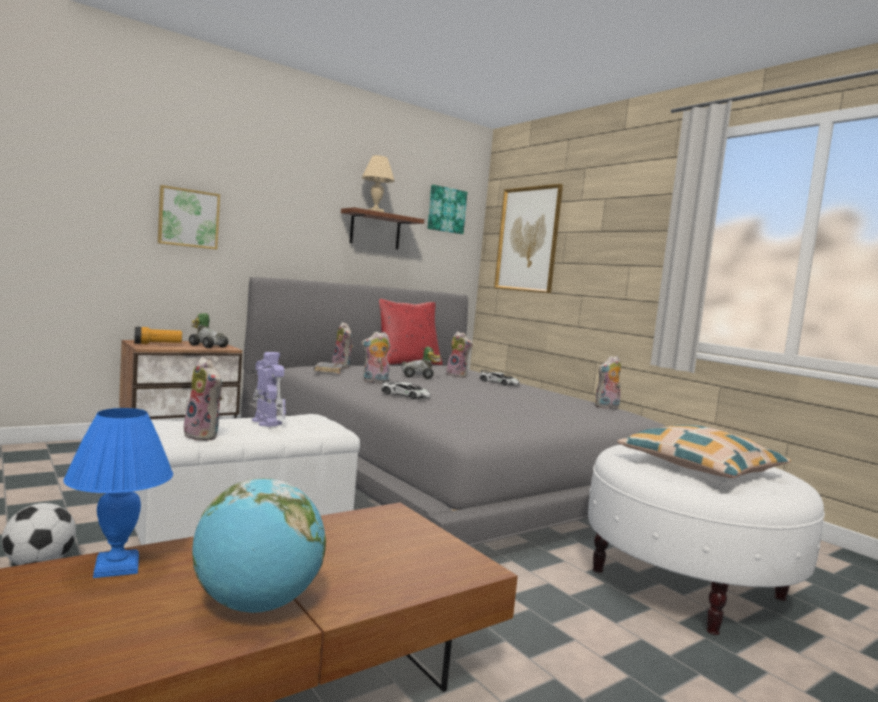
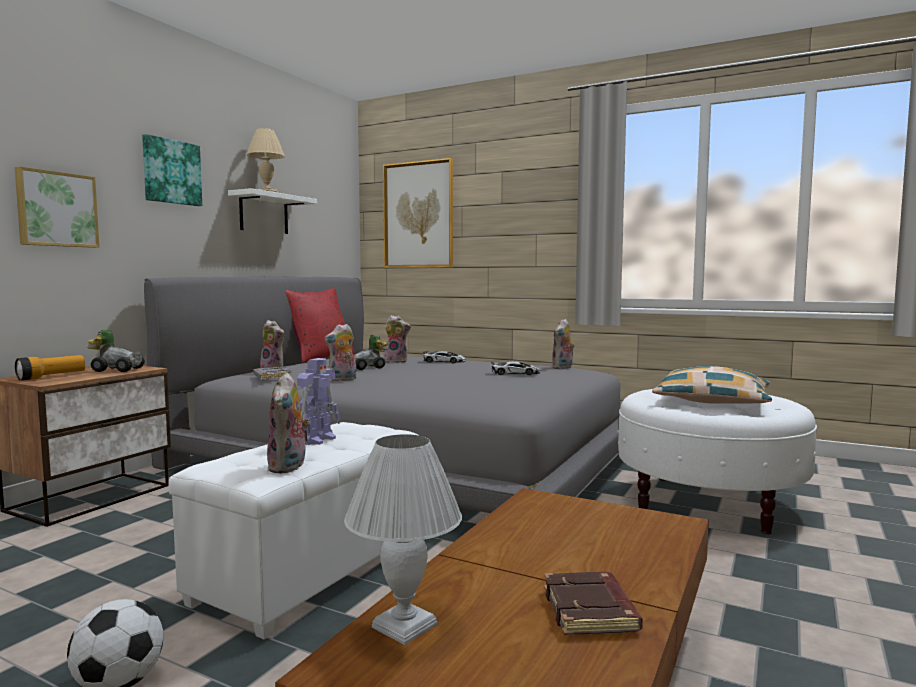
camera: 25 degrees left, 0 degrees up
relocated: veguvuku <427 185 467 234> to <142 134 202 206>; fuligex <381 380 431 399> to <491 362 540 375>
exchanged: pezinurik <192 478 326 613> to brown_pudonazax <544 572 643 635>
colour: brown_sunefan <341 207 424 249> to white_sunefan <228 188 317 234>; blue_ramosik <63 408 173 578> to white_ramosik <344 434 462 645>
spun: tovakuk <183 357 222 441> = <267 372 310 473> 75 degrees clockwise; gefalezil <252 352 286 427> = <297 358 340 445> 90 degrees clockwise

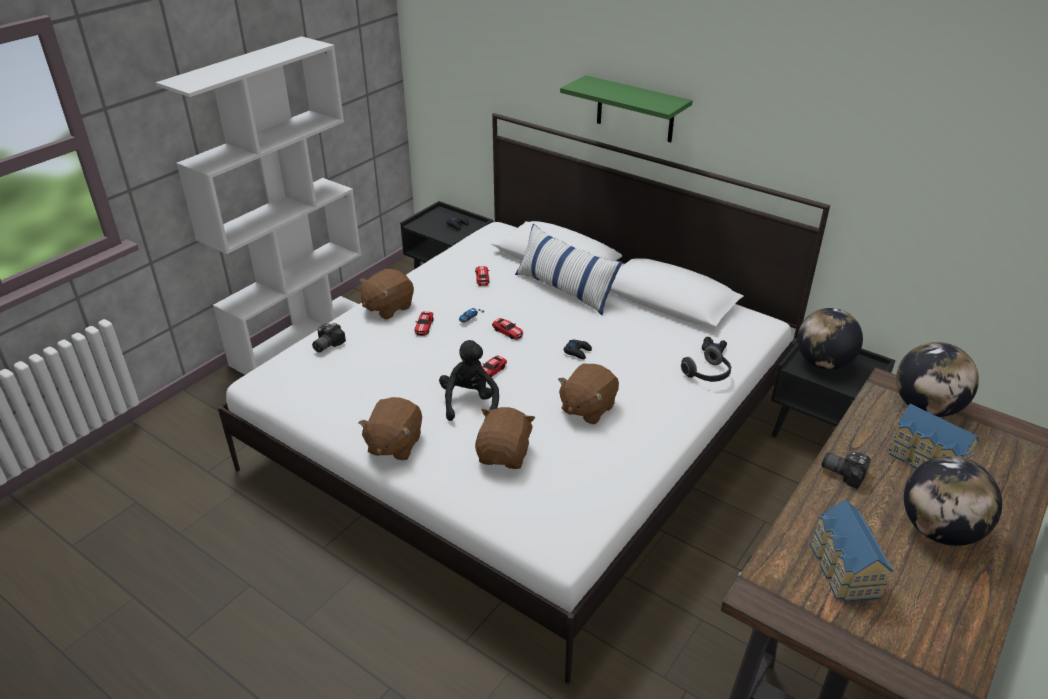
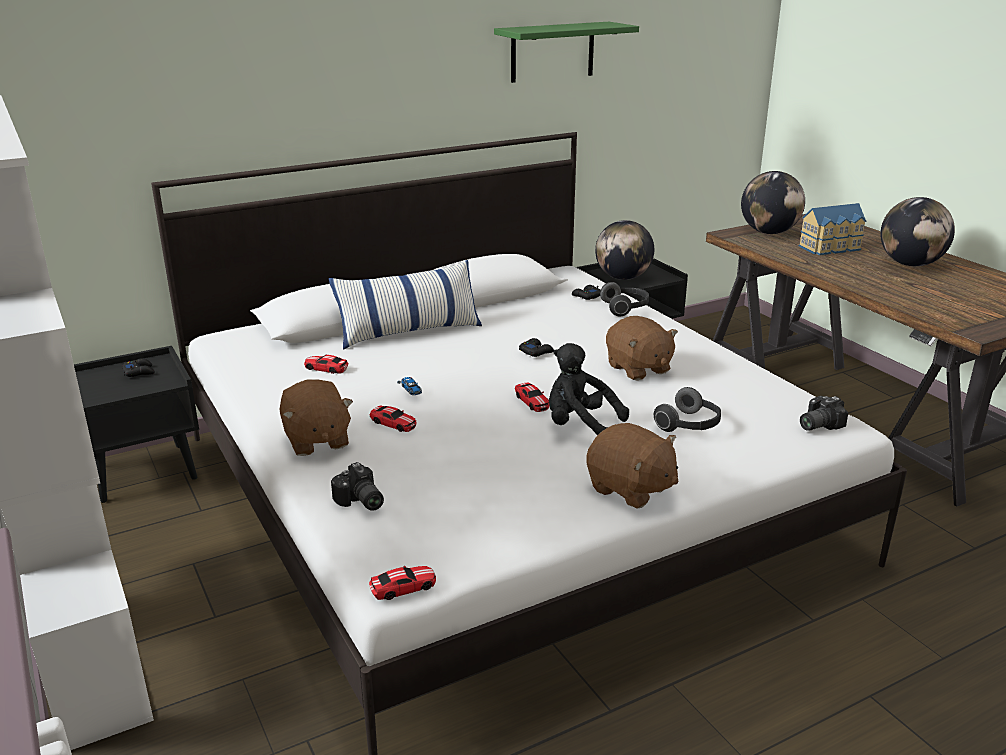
camera: 65 degrees left, 10 degrees down
missing: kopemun <810 499 893 602>
relocated: fuligex <492 318 523 340> to <369 566 436 600>; green_sunefan <560 75 693 143> to <494 22 639 83>; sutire <821 452 871 489> to <800 396 848 431>
exchanged: brown_tovakuk <475 407 535 469> to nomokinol <654 387 721 432>

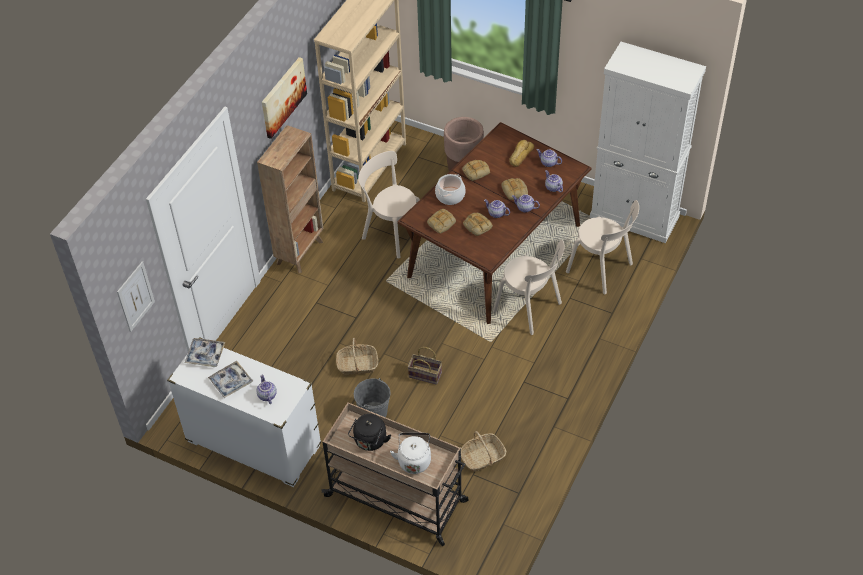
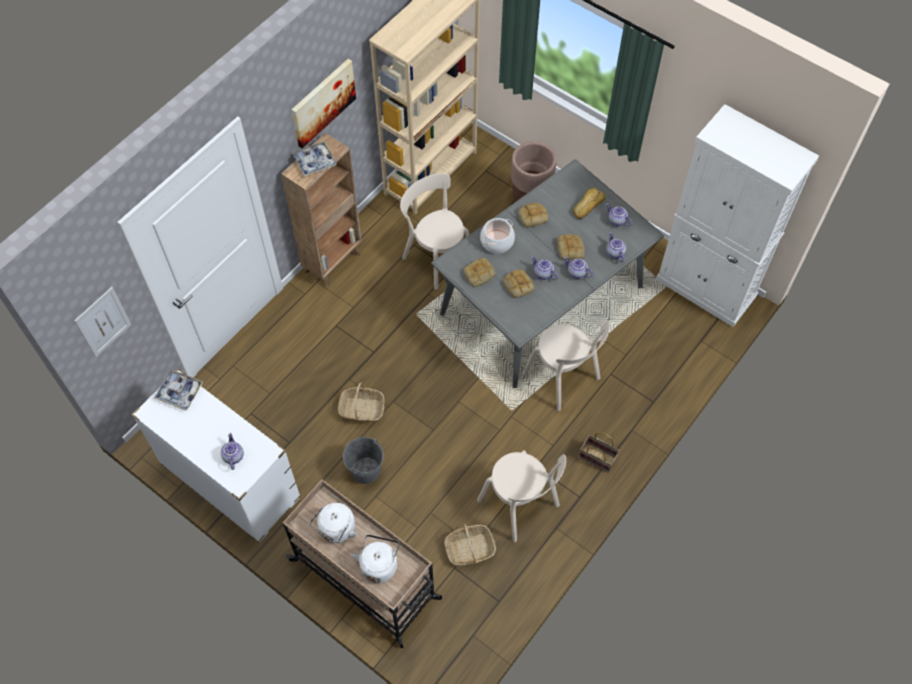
camera: 10 degrees right, 10 degrees up
relocated: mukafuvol <208 361 253 398> to <293 141 337 177>; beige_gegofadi <566 200 639 294> to <477 450 566 542>; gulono <407 347 442 385> to <579 432 620 473>
colour: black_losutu <348 414 391 451> to white_losutu <309 503 358 543>; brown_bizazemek <397 122 591 324> to grey_bizazemek <431 159 664 388>

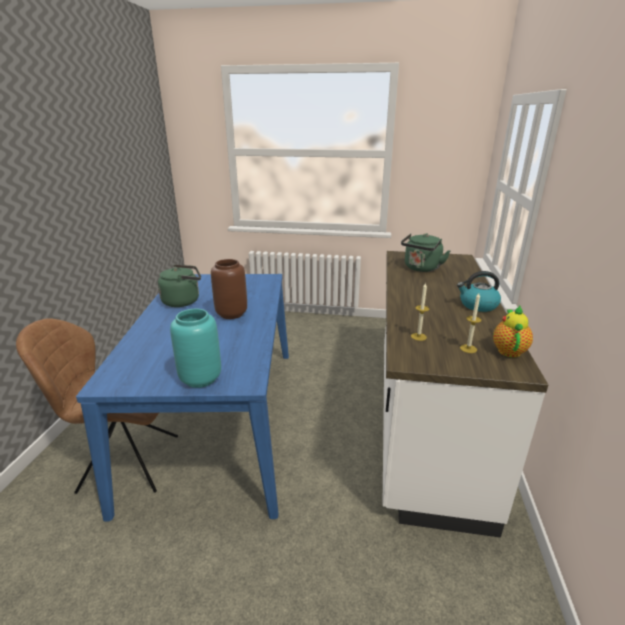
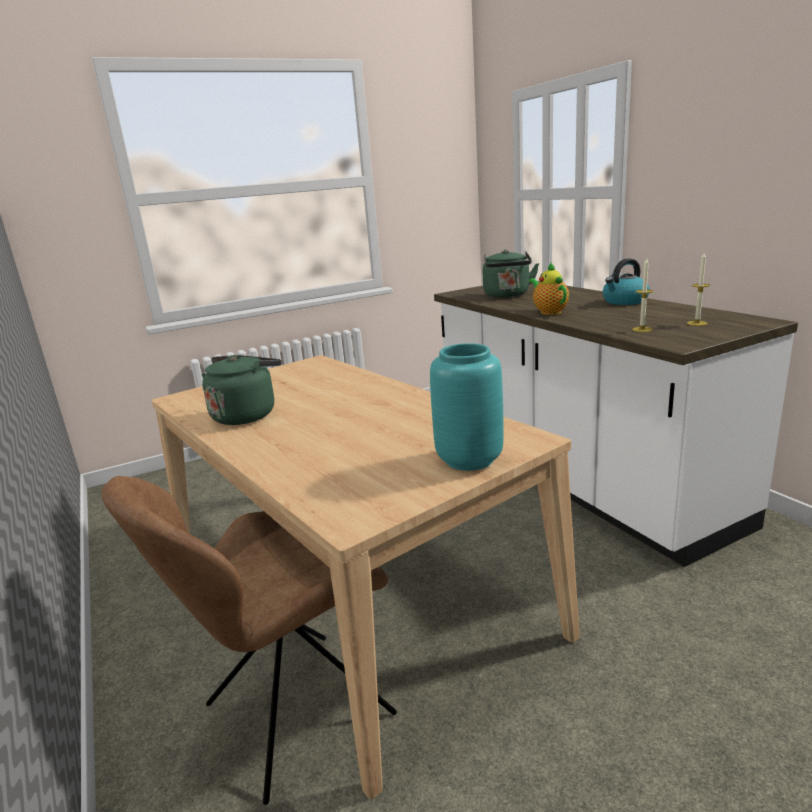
camera: 35 degrees left, 5 degrees down
missing: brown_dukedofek <211 259 247 319>
relocated: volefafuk <493 306 533 358> to <529 262 569 315>
colour: blue_bizazemek <76 274 289 521> to beige_bizazemek <151 355 580 799>

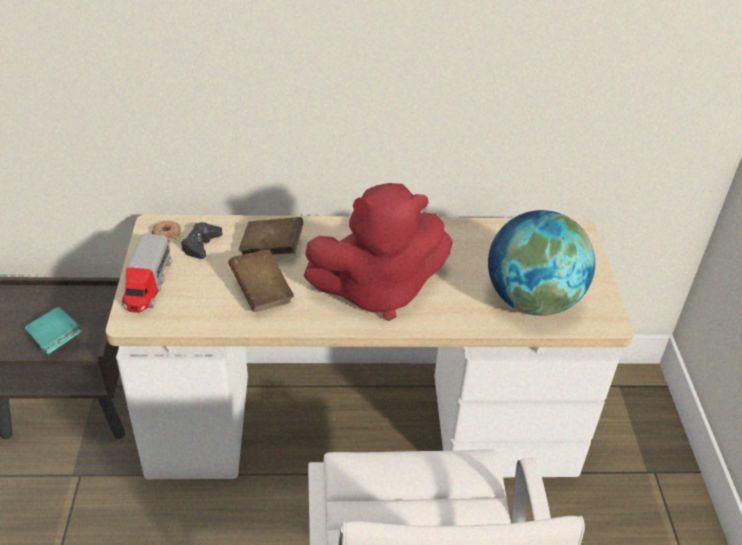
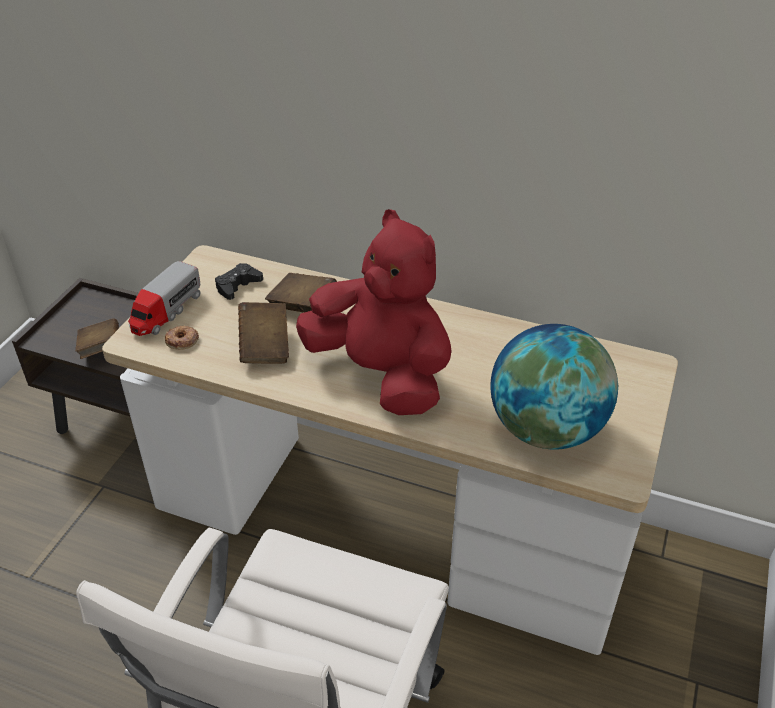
camera: 25 degrees right, 0 degrees up
relocated: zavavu <152 221 181 241> to <165 325 199 350>
colour: turquoise_pudonazax <25 307 82 354> to brown_pudonazax <75 318 119 359>
spun: red_tovakuk <304 183 453 321> = <296 209 452 415> 150 degrees counterclockwise

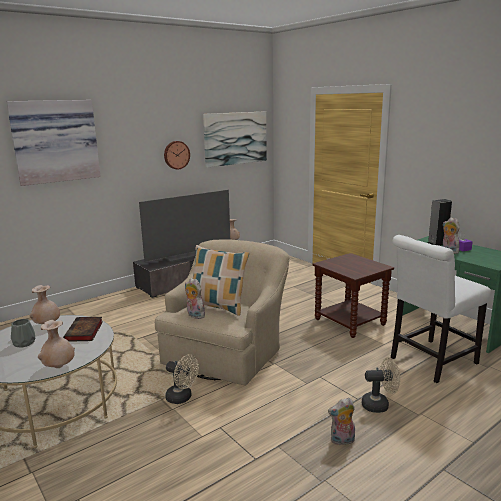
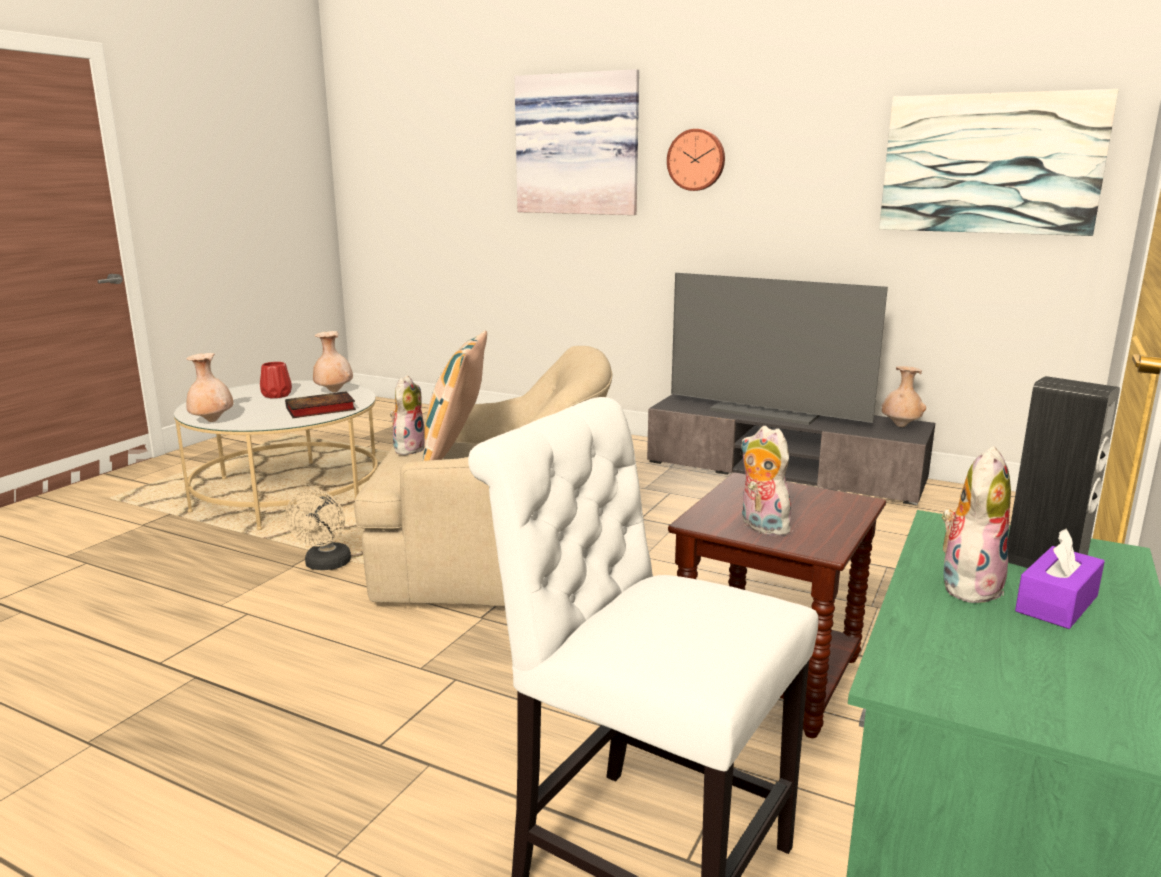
camera: 65 degrees right, 0 degrees up
missing: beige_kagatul <362 357 400 413>
relocated: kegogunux <164 141 190 169> to <667 129 725 191>; tovakuk <328 398 355 445> to <740 426 791 536>
colour: grey_dukedofek <11 319 35 348> to red_dukedofek <260 362 292 398>

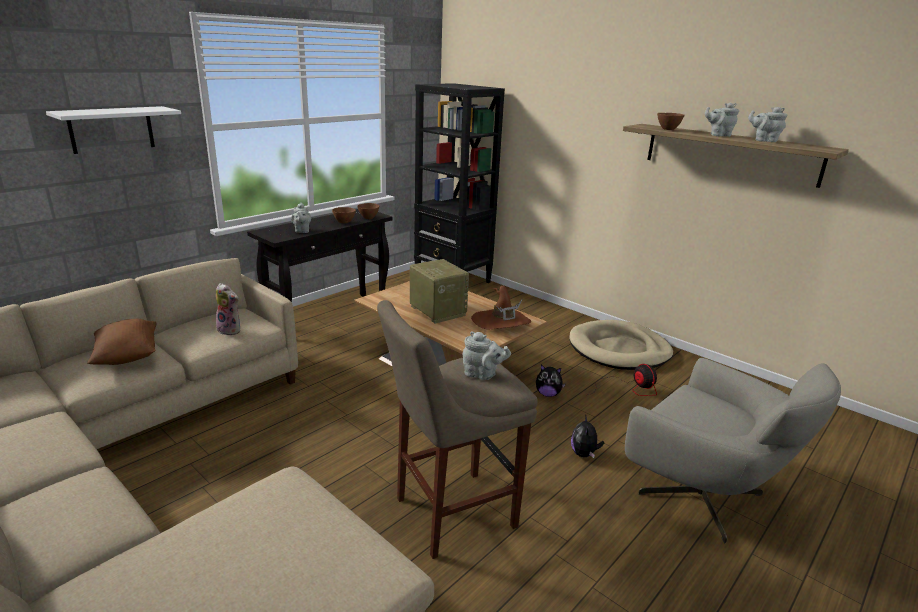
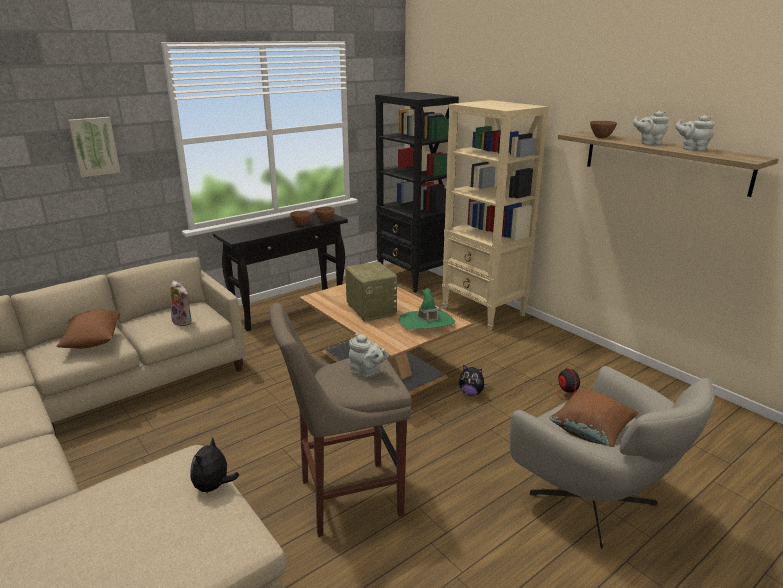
camera: 10 degrees right, 0 degrees up
missing: grey_volefafuk <291 203 311 233>; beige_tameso <569 320 673 370>
appeared: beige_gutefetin <442 100 549 330>; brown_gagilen <549 389 639 447>
relocated: tovakuk <571 414 604 458> to <190 437 240 494>
exchanged: white_sunefan <46 106 181 154> to veguvuku <68 117 120 178>
colour: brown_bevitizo <471 286 531 329> to green_bevitizo <399 288 455 329>

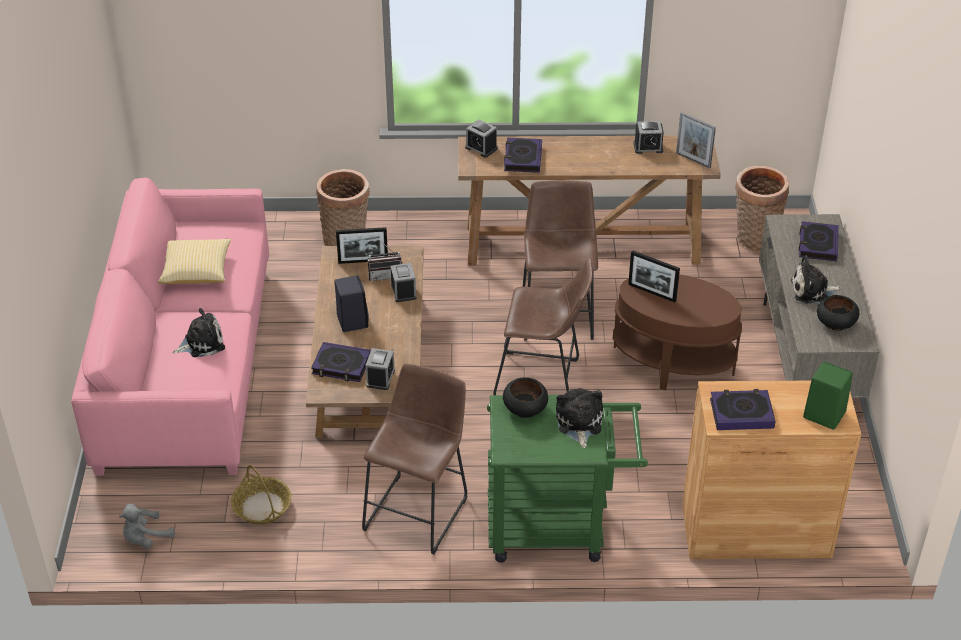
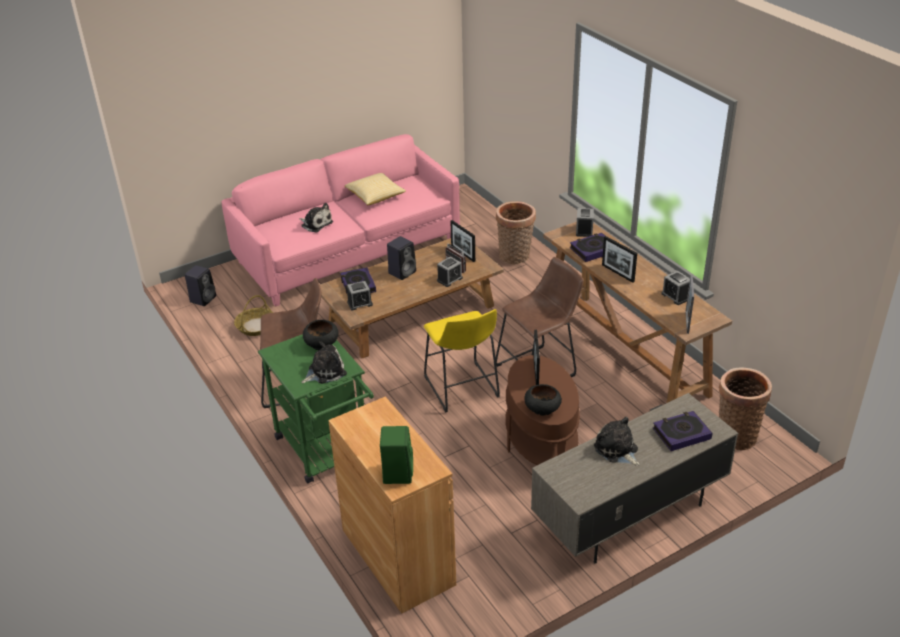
camera: 60 degrees right, 5 degrees down
missing: pudonazax <710 389 776 430>
appeared: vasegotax <602 236 637 283>
relocated: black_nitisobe <817 295 859 331> to <524 384 562 415>
exchanged: grey_tovakuk <119 504 175 549> to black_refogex <185 265 216 306>
colour: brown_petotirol <493 258 593 395> to yellow_petotirol <424 309 500 413>

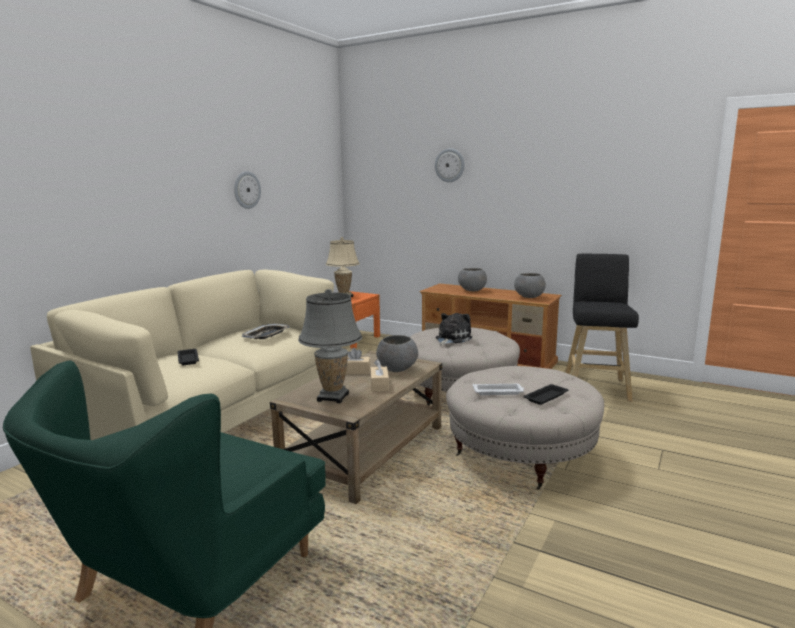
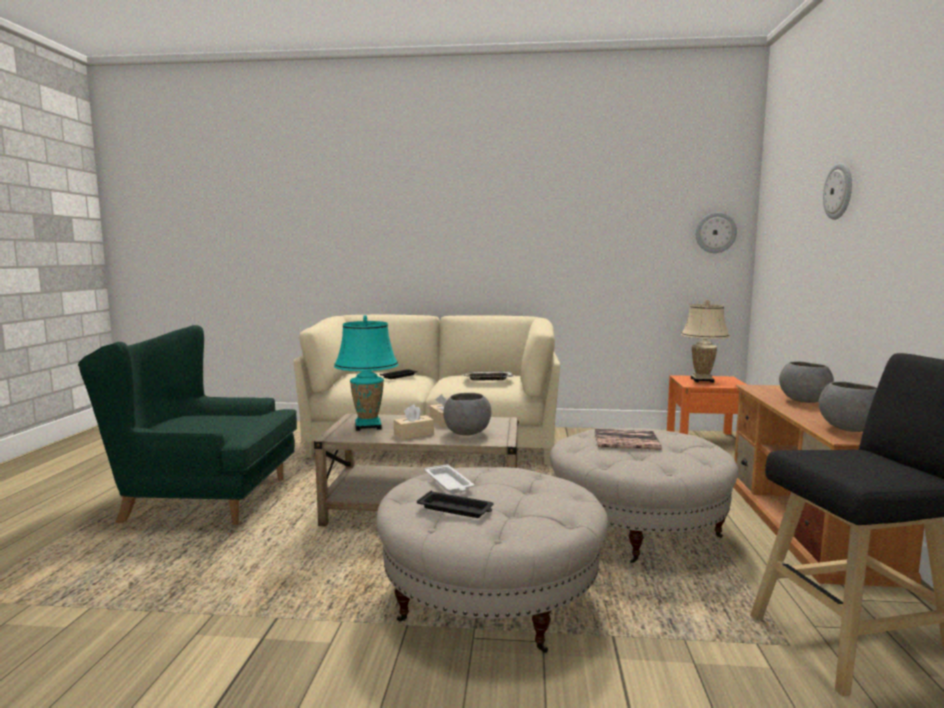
camera: 65 degrees right, 5 degrees down
relocated: kegogunux <234 171 261 209> to <696 212 737 253>
exchanged: tovakuk <435 313 472 345> to pudonazax <594 429 662 450>
colour: grey_ramosik <298 289 362 404> to turquoise_ramosik <334 315 399 431>

